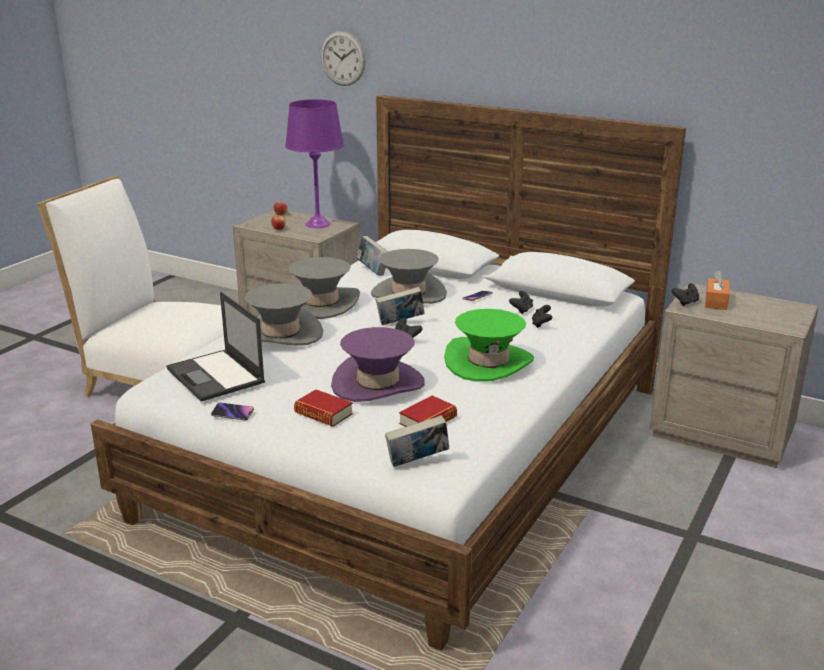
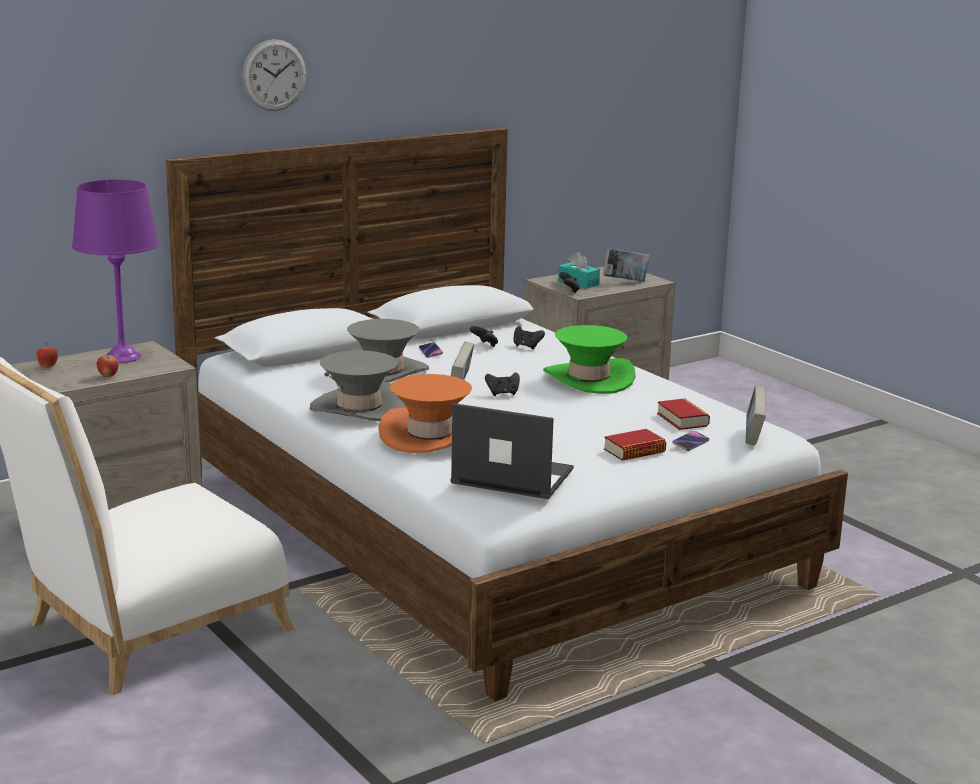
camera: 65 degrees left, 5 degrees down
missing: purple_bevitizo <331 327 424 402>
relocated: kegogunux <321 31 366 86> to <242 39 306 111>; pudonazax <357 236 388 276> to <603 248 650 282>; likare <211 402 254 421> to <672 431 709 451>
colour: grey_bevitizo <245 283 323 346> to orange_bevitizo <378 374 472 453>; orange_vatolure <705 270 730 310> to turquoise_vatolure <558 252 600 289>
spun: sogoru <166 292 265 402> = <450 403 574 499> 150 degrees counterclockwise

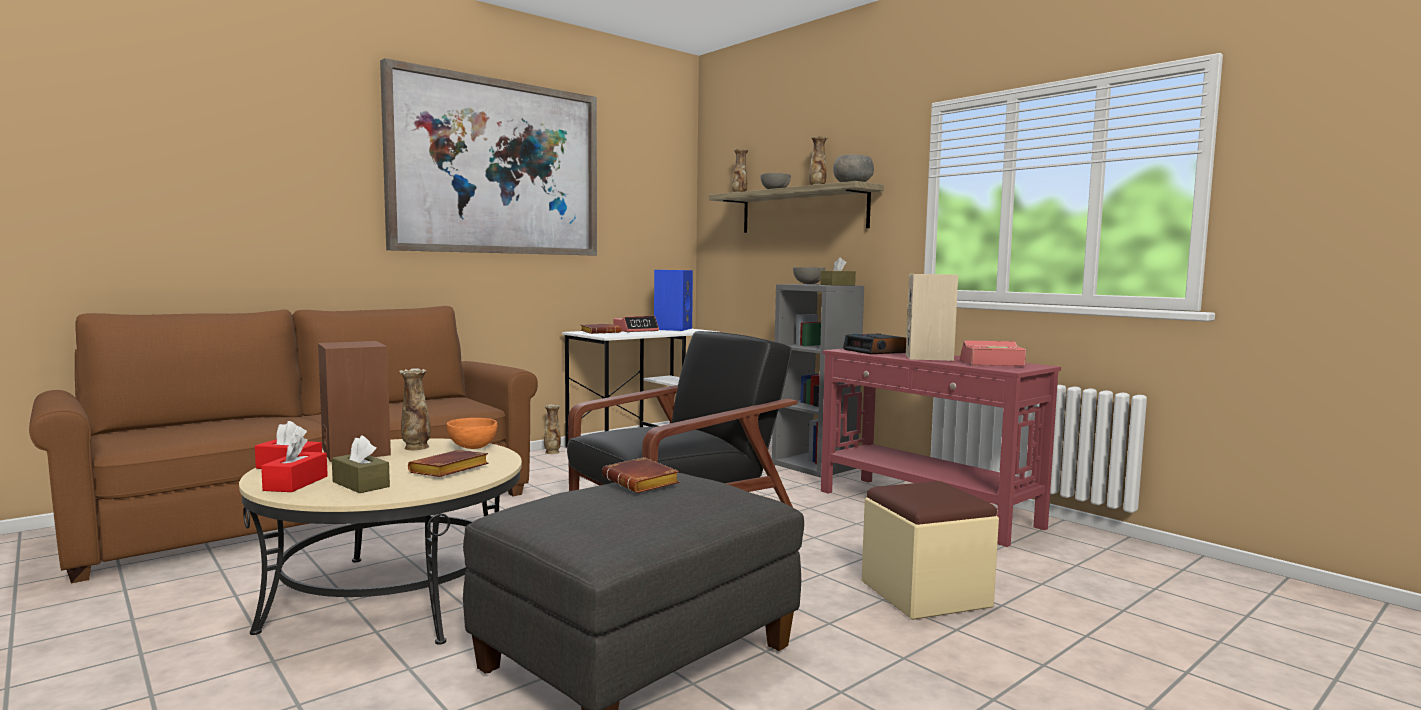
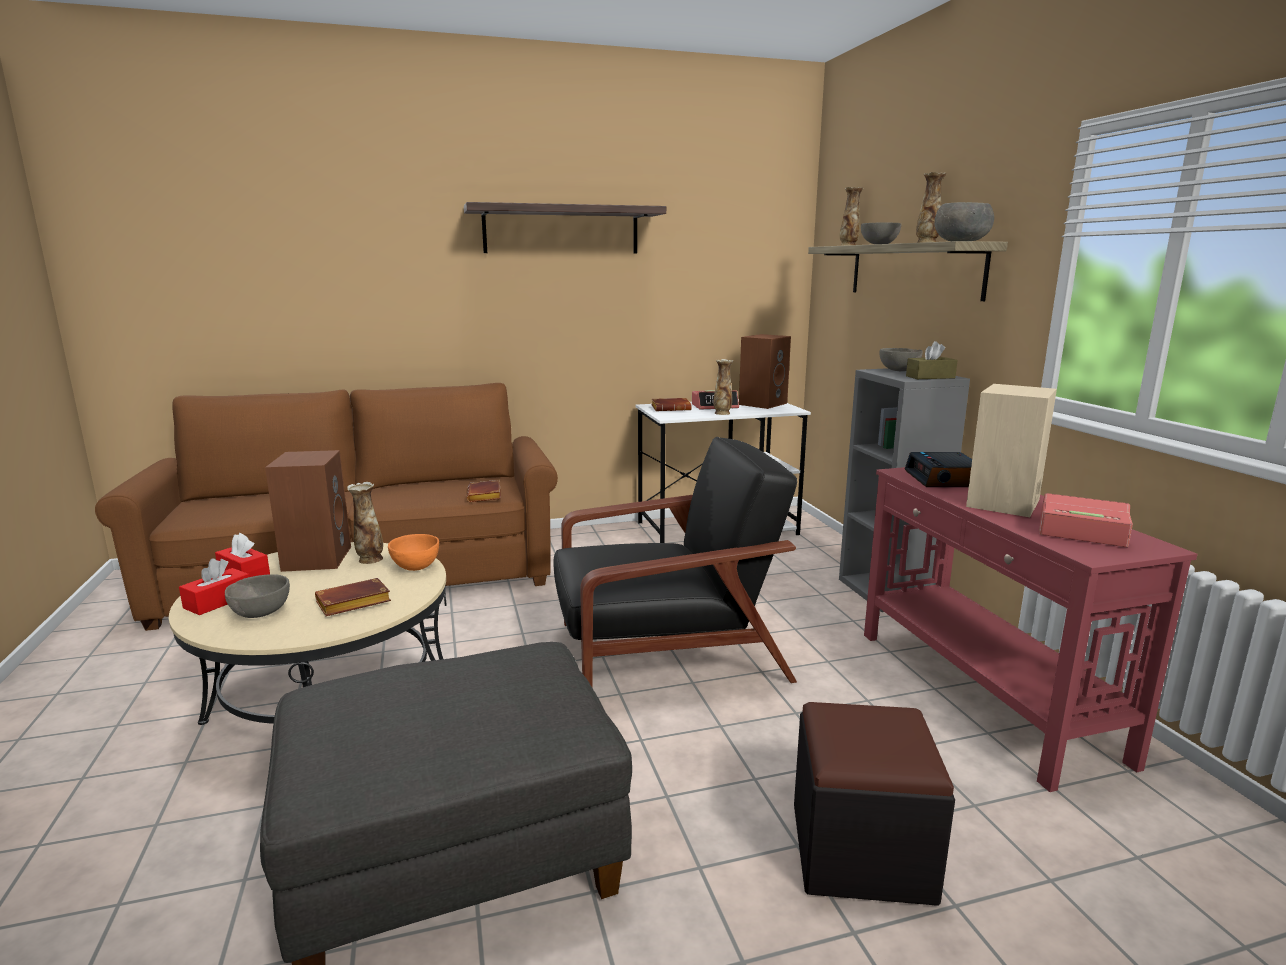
camera: 25 degrees right, 10 degrees up
relocated: brown_pudonazax <602 457 680 493> to <467 480 501 502>; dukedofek <544 405 561 454> to <713 359 733 415>
exchanged: brown_vatolure <332 435 390 493> to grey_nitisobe <225 574 290 618>; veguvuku <380 58 597 255> to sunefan <464 202 666 254>
colour: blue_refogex <654 270 693 331> to brown_refogex <739 334 791 409>; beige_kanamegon <862 481 999 620> to black_kanamegon <794 702 955 906>

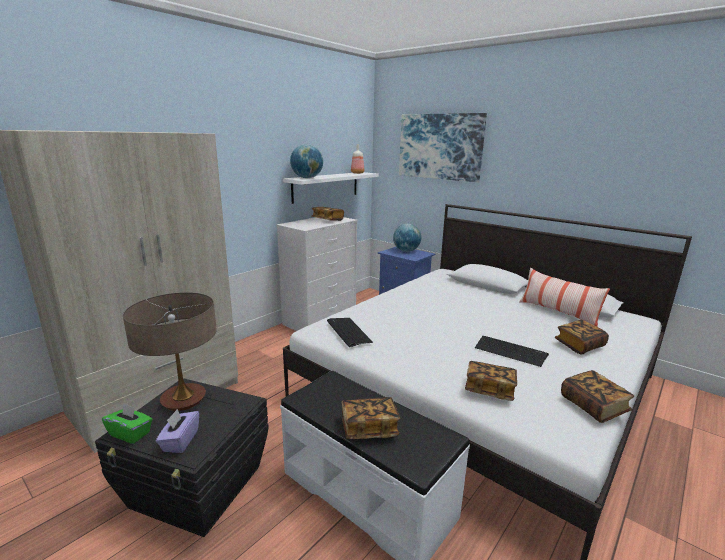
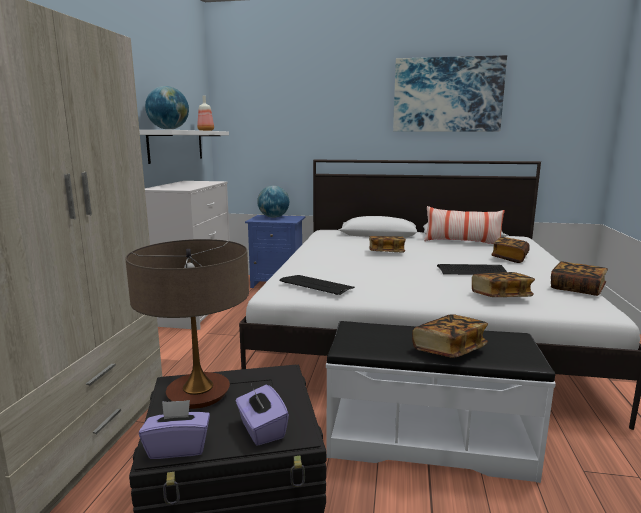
camera: 30 degrees left, 5 degrees down
relocated: pudonazax <312 207 344 221> to <369 236 406 252>; veguvuku <399 113 487 182> to <393 55 507 132>
colour: green_vatolure <102 403 152 444> to purple_vatolure <139 400 210 459>

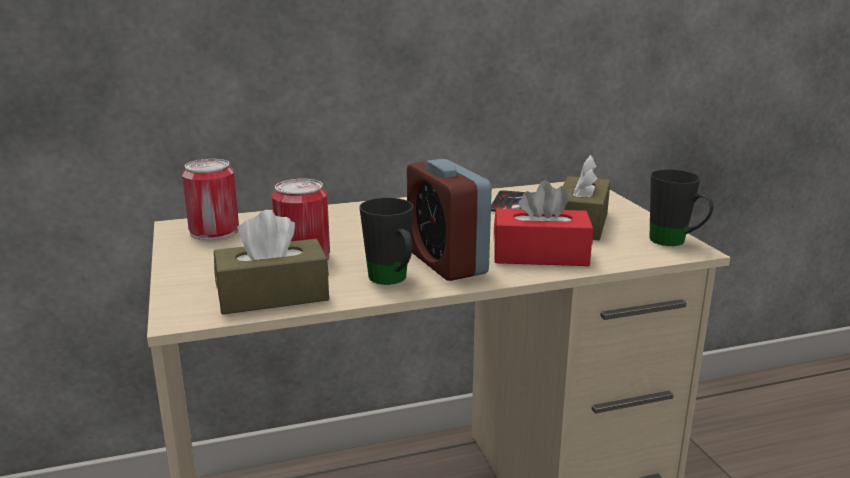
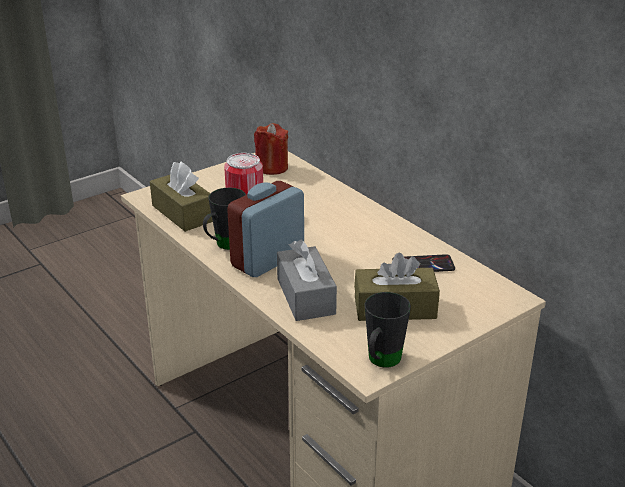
camera: 70 degrees right, 10 degrees up
exchanged: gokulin <182 159 239 240> to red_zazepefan <254 123 288 175>
colour: red_vatolure <494 180 593 266> to grey_vatolure <277 240 337 321>

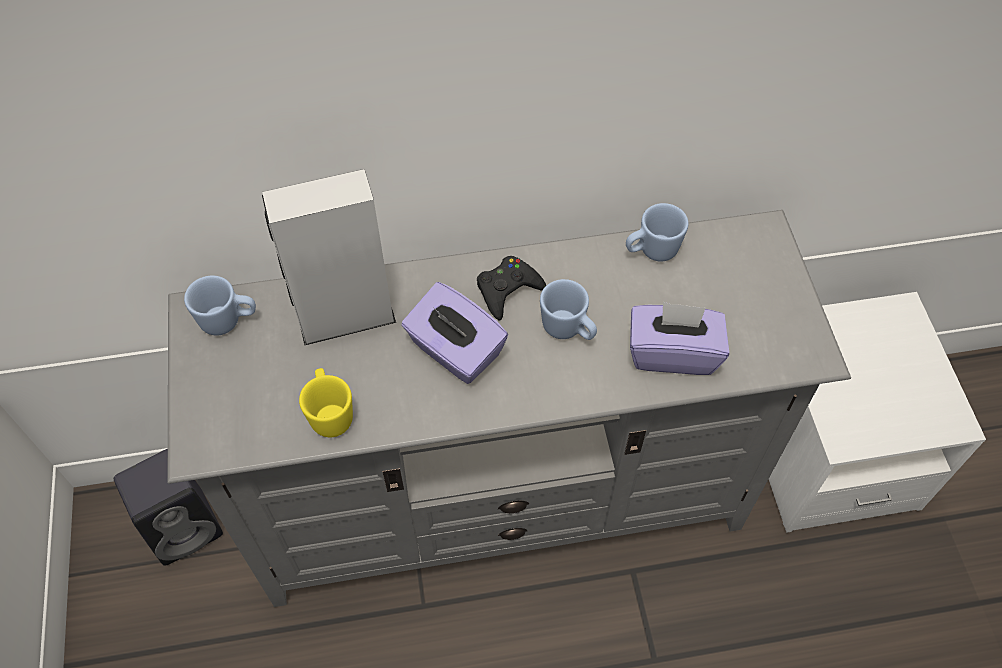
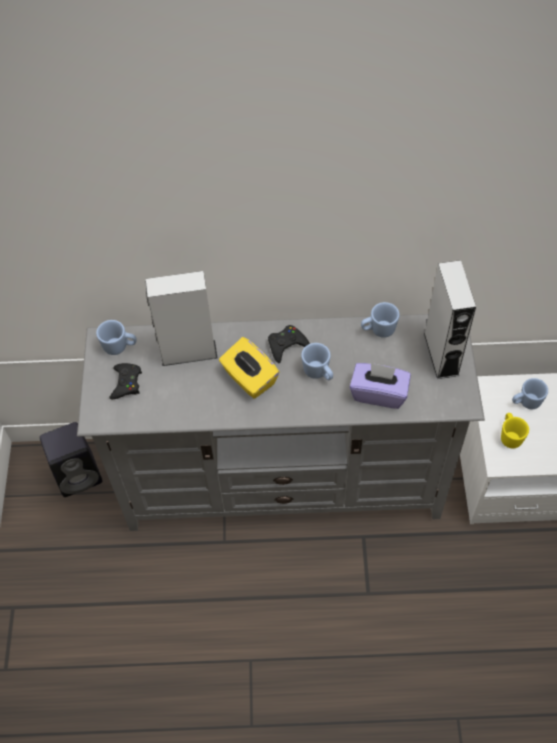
camera: 10 degrees right, 0 degrees up
appeared: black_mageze <109 363 142 399>; grey_refogex <424 260 476 379>; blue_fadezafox <512 378 548 409>
relocated: yellow_fadezafox <299 368 353 437> to <501 413 529 449>
colour: purple_vatolure <401 282 508 384> to yellow_vatolure <219 337 279 399>

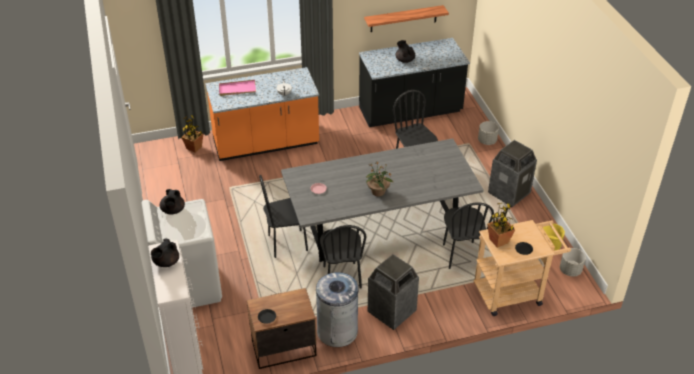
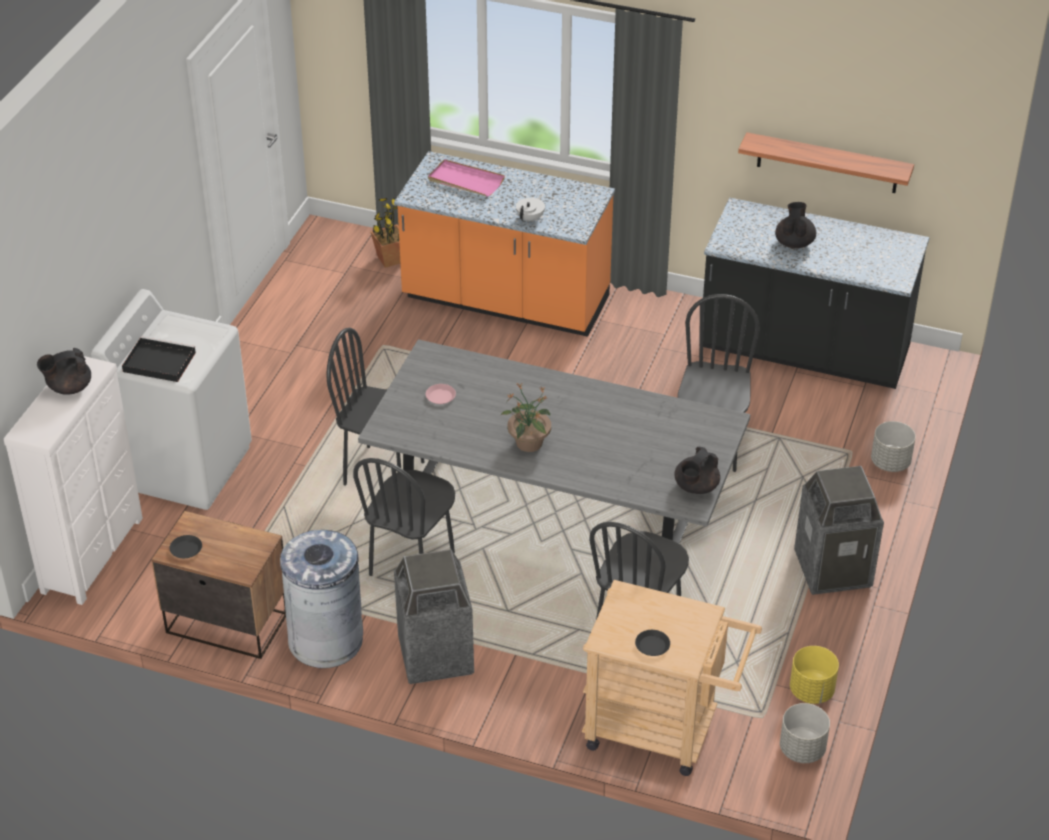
camera: 35 degrees right, 0 degrees up
missing: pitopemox <487 203 515 248>
appeared: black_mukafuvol <122 336 196 382>
relocated: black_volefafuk <160 189 185 215> to <674 447 720 494>

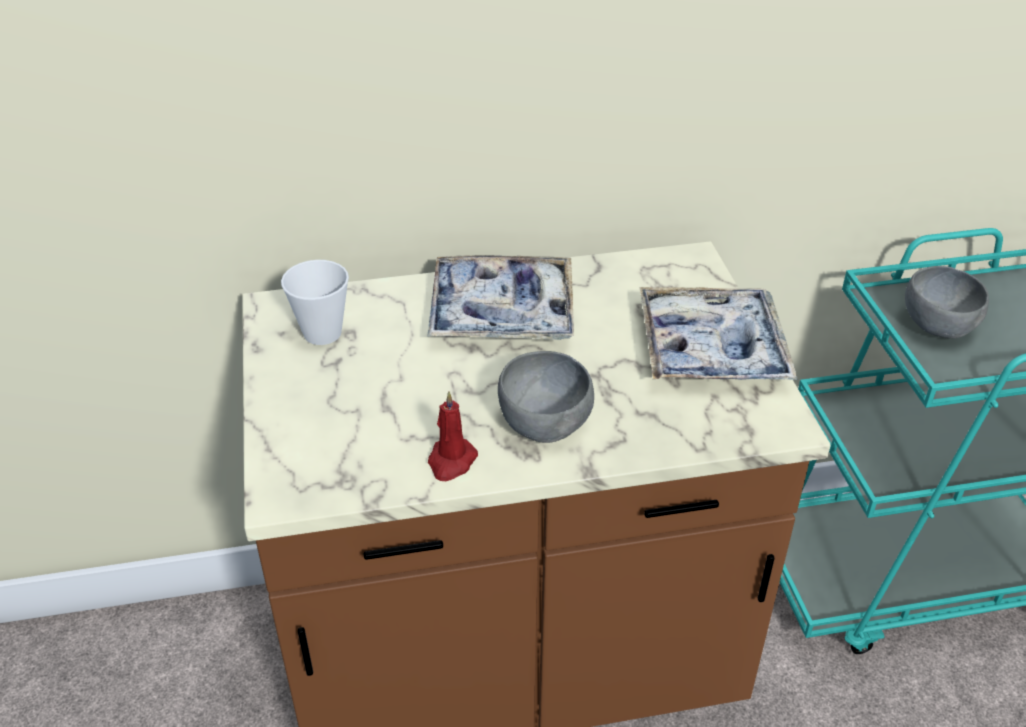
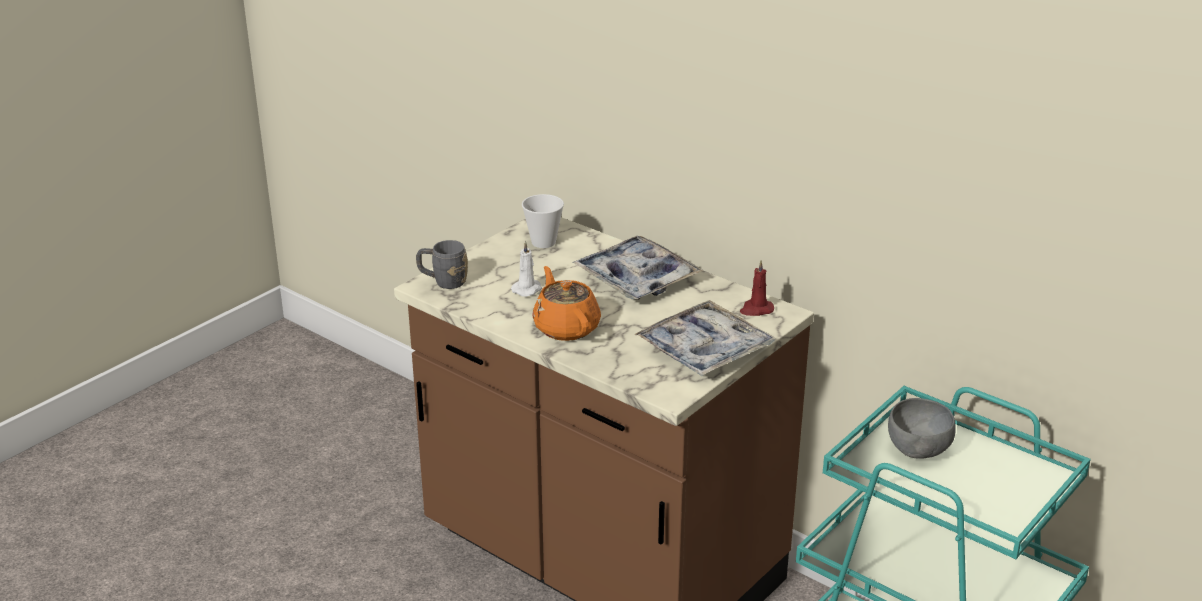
camera: 50 degrees right, 10 degrees down
appeared: grey_fadezafox <416 240 468 289>; white_zazepefan <511 241 542 297>
relocated: red_zazepefan <428 391 478 481> to <740 260 774 316>
exchanged: grey_nitisobe <498 351 594 443> to orange_volefafuk <532 266 601 341>

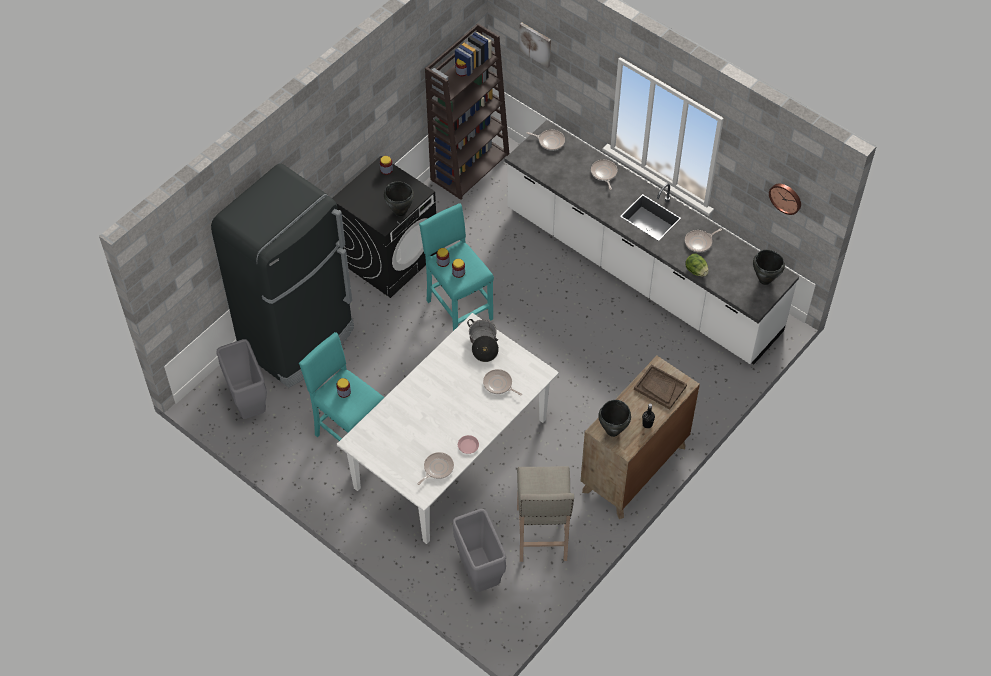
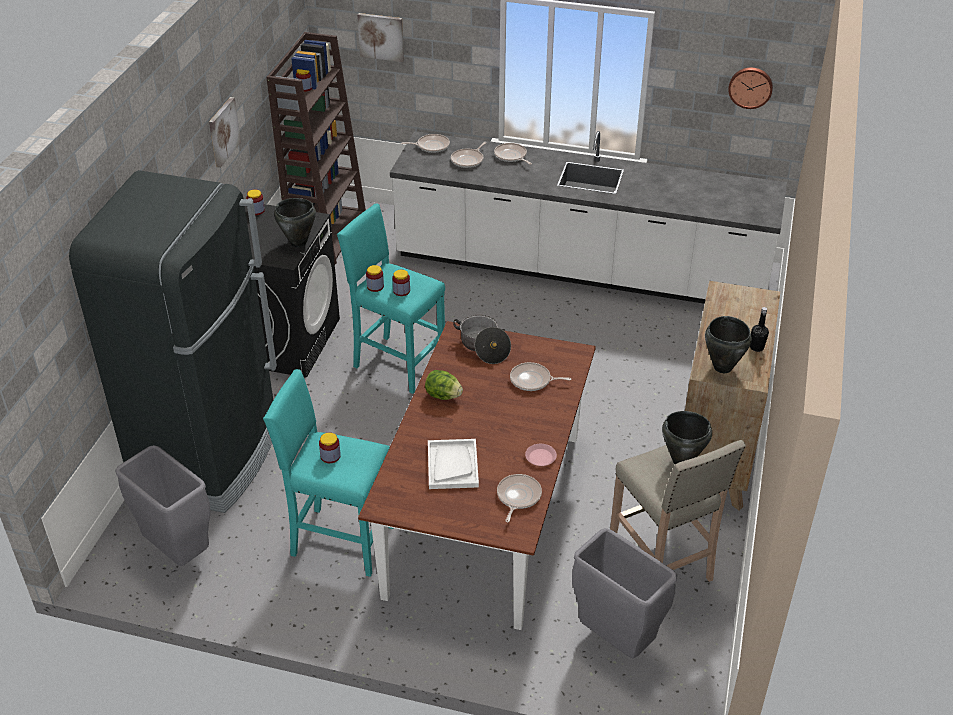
camera: 25 degrees left, 15 degrees down
missing: brown_mukafuvol <634 365 687 409>
appeared: veguvuku <209 97 241 168>; white_mukafuvol <428 439 479 489>
relocated: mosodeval <685 253 709 277> to <425 370 463 400>; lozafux <685 229 722 253> to <451 142 487 168>; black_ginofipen <753 250 785 285> to <662 411 712 464>
colour: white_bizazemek <337 313 559 544> to brown_bizazemek <358 321 596 630>

